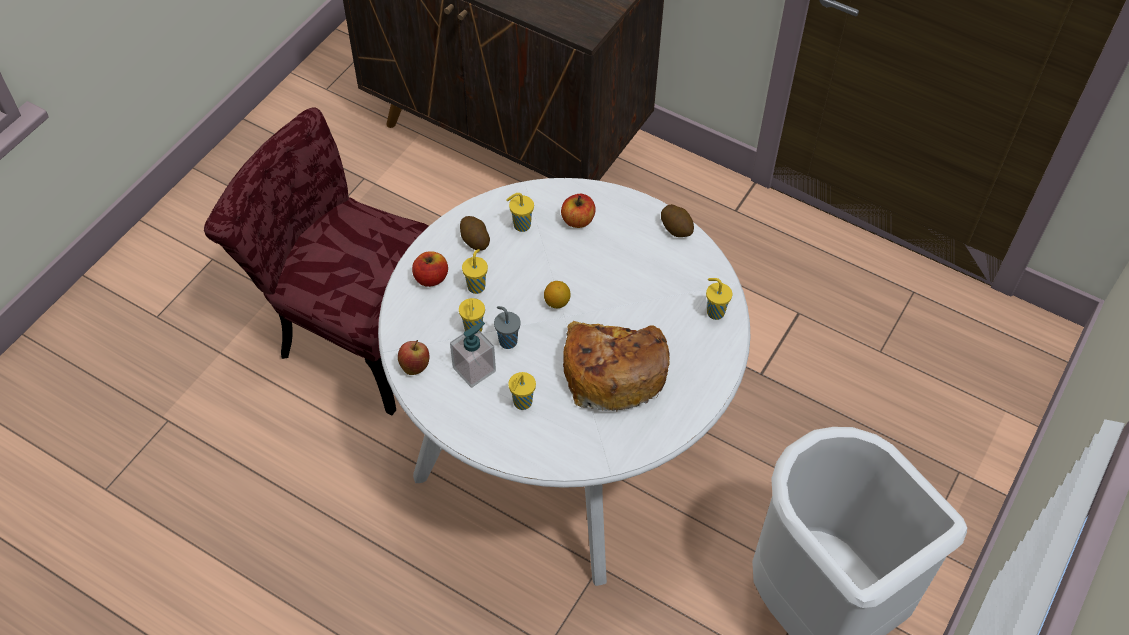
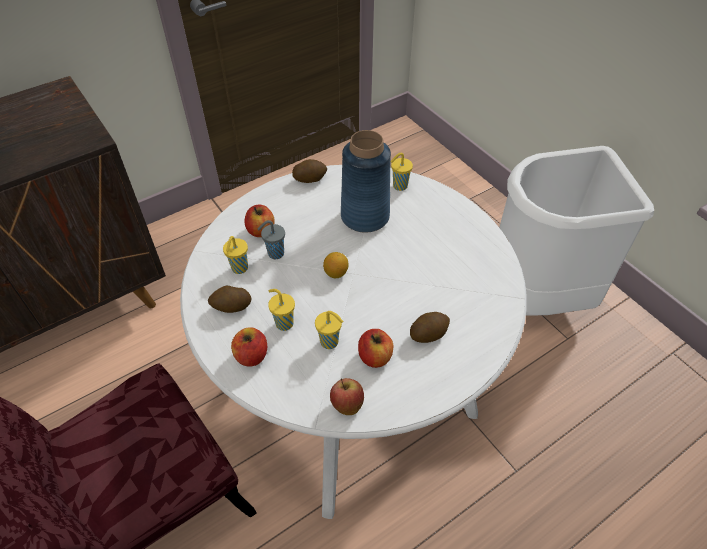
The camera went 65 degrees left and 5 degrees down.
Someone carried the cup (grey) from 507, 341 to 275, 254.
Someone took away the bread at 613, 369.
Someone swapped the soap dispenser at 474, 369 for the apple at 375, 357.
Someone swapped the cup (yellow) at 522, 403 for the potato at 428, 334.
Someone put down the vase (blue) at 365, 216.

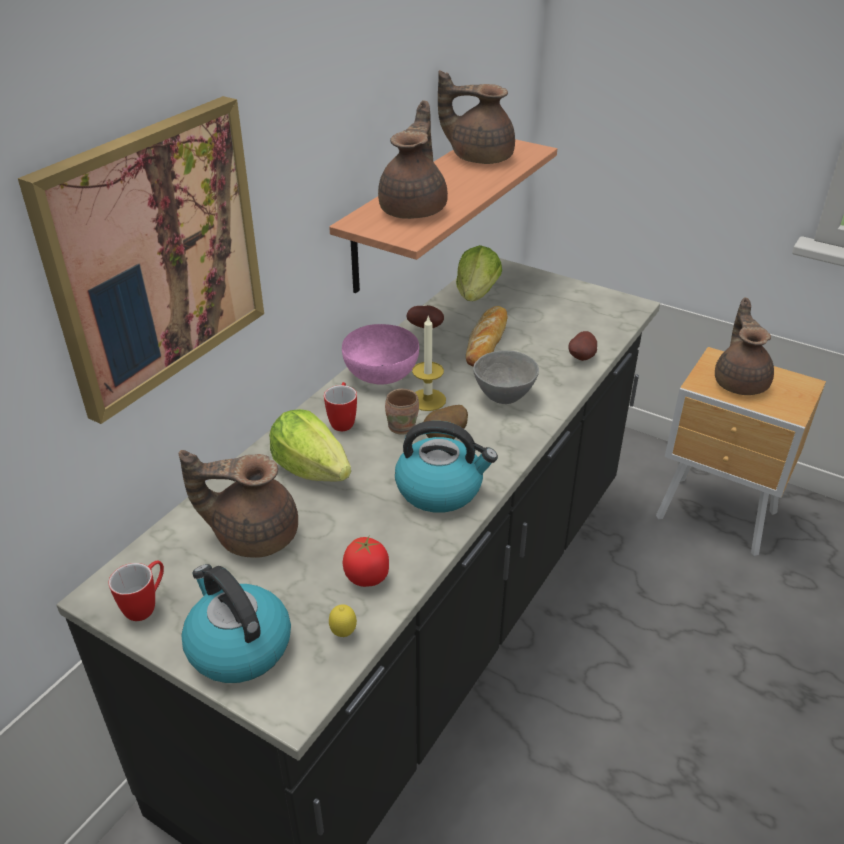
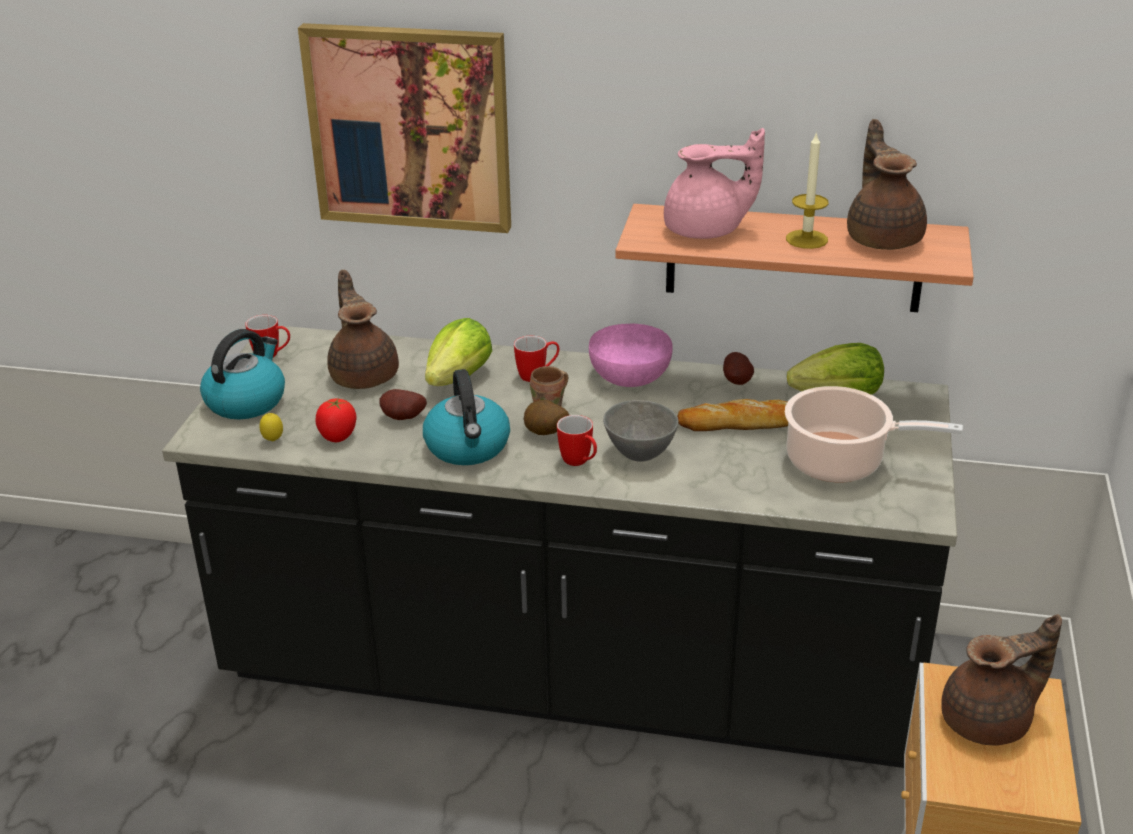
The camera went 70 degrees right and 5 degrees down.
Someone repainted the teapot (brown) at 415, 209, which became the teapot (pink) at 707, 231.
Someone carried the candle from 427, 400 to 806, 239.
Someone carried the potato from 582, 357 to 403, 418.
Someone put down the cooking pot at 841, 462.
Someone put down the mug at 580, 463.

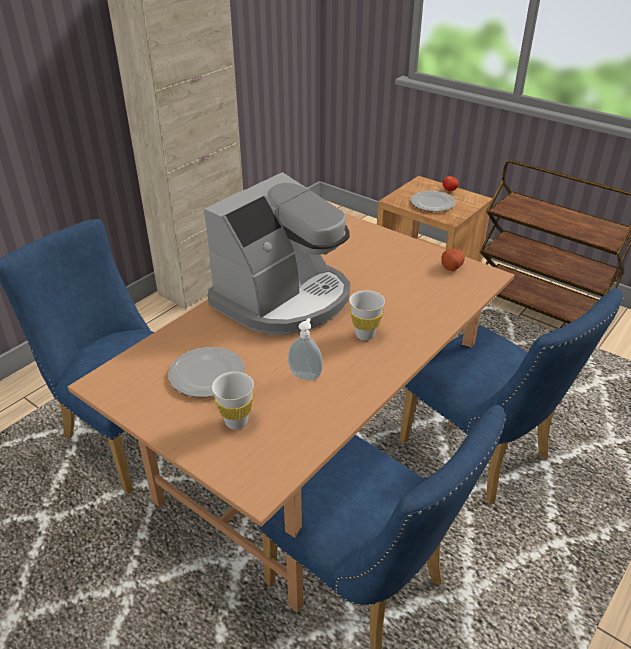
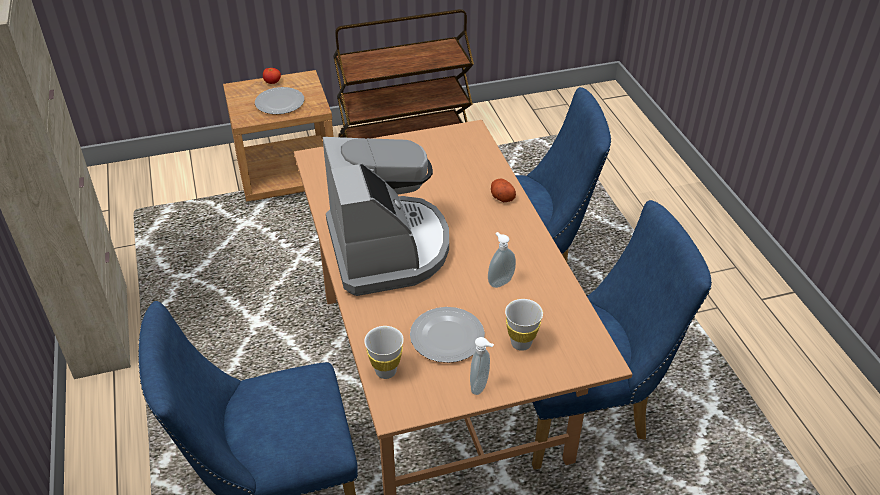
The camera went 55 degrees left and 5 degrees up.
Someone carried the potato from 451, 266 to 501, 197.
Someone carried the cup (white) from 365, 335 to 386, 371.
Someone put down the soap dispenser at 481, 386.

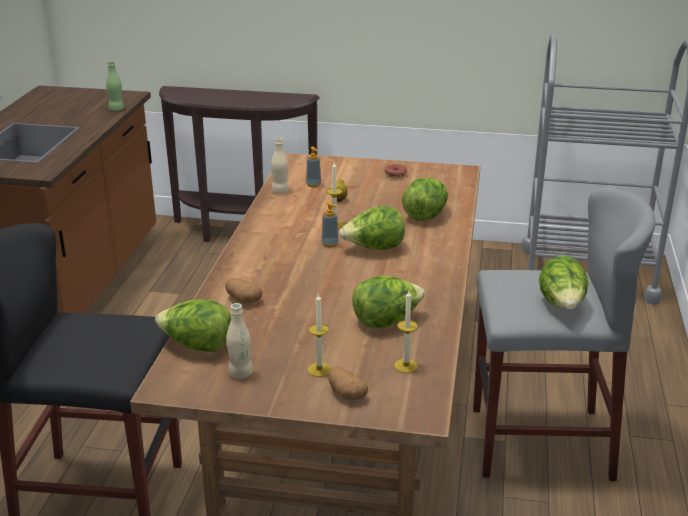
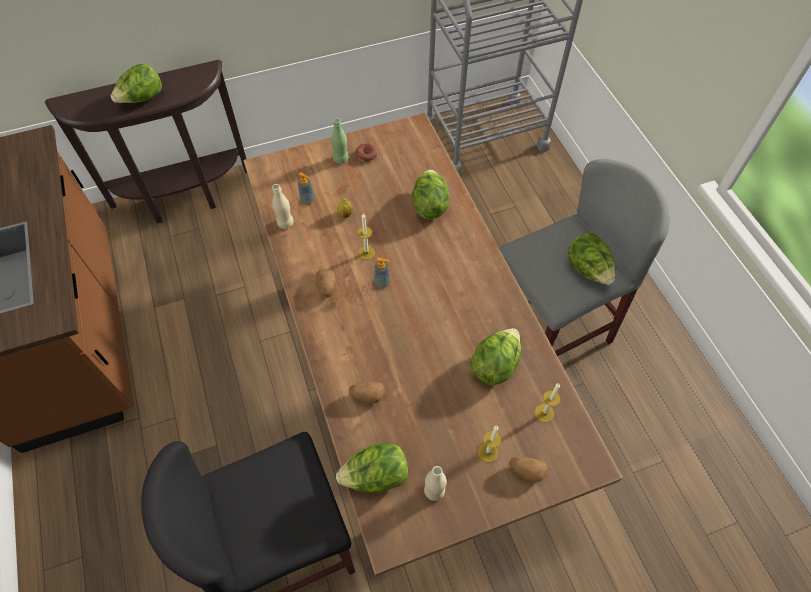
The camera went 30 degrees left and 30 degrees up.
Someone carried the bottle (green) from 116, 109 to 341, 159.
Someone carried the lettuce from 374, 249 to 142, 99.
Someone put down the potato at 326, 287.

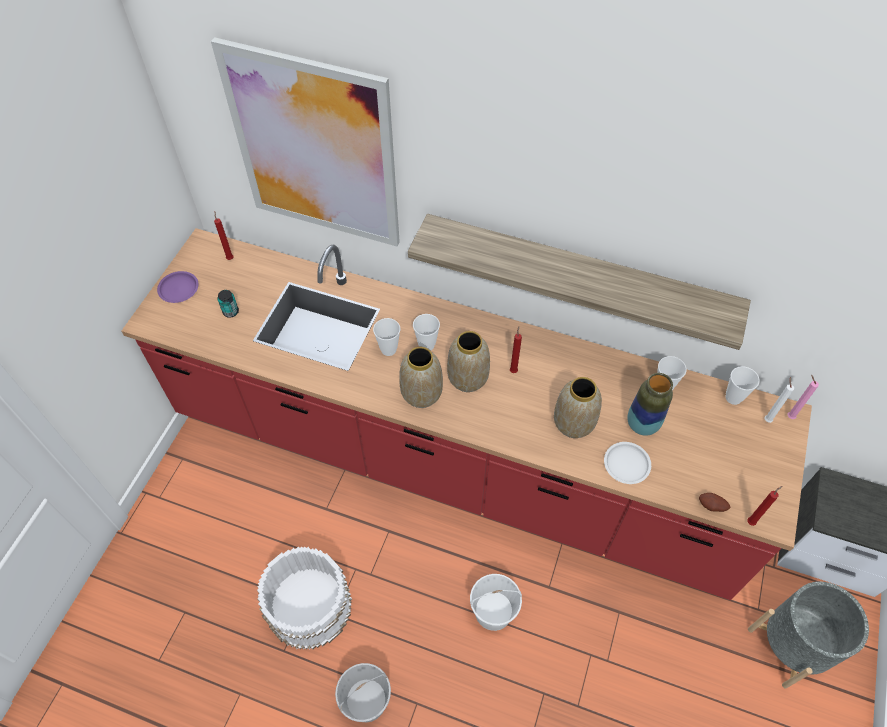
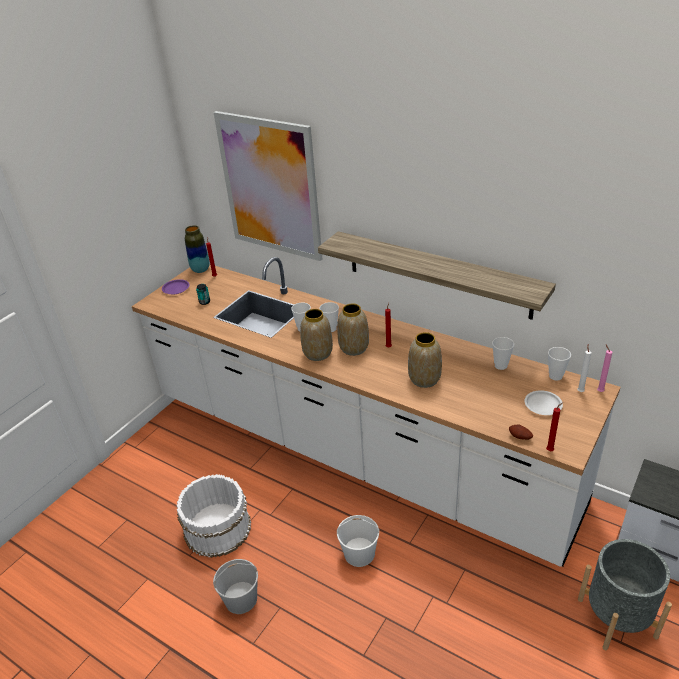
The camera went 15 degrees right and 20 degrees down.
Someone repainted the counter (red) at 443, 458, which became the counter (white) at 347, 447.
Someone carried the vase from 642, 424 to 200, 269.
Someone carried the plate (white) from 627, 464 to 543, 405.

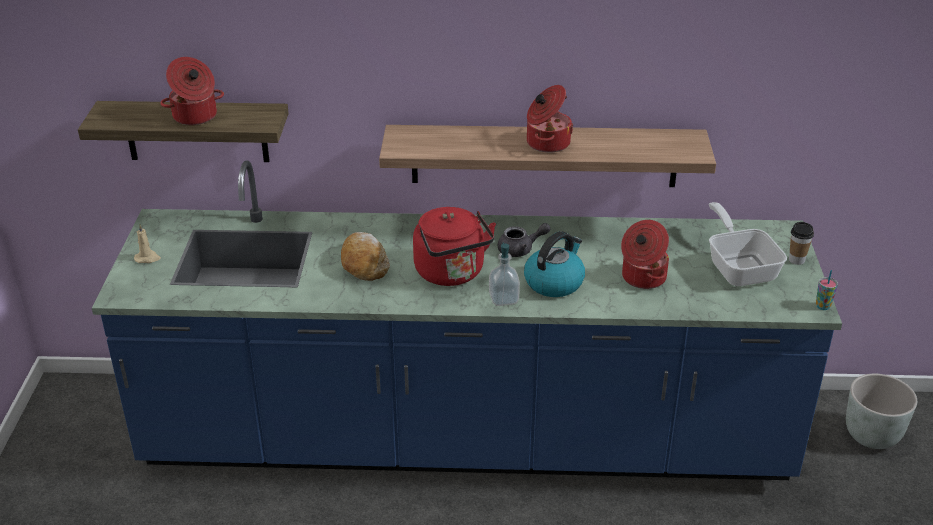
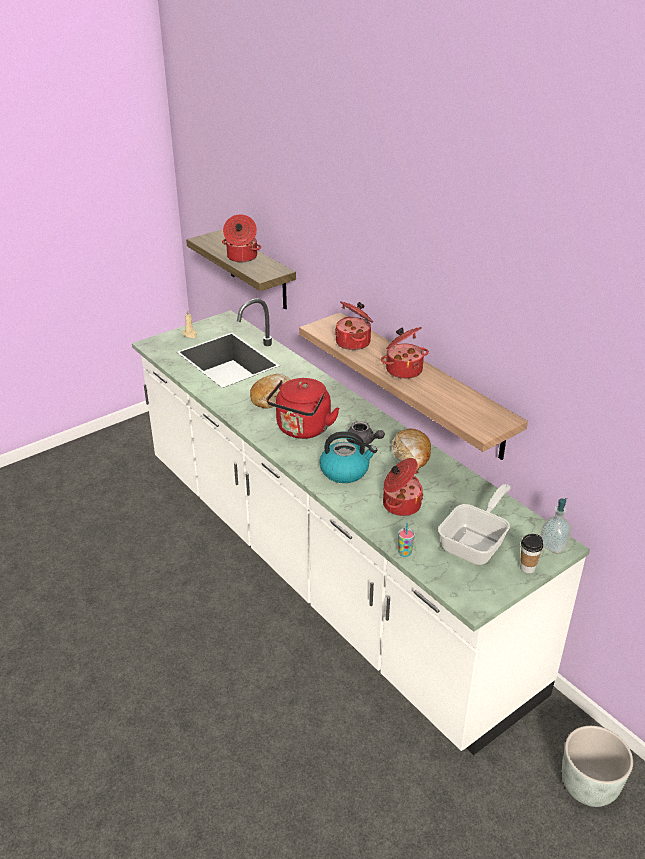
The camera went 50 degrees right and 0 degrees up.
Someone repainted the counter (blue) at 466, 439, which became the counter (white) at 322, 567.
Someone carried the soap dispenser from 503, 299 to 553, 545.
Someone carried the cup from 823, 306 to 404, 553.
Someone put down the cooking pot at 354, 342.
Someone put down the bread at 411, 455.

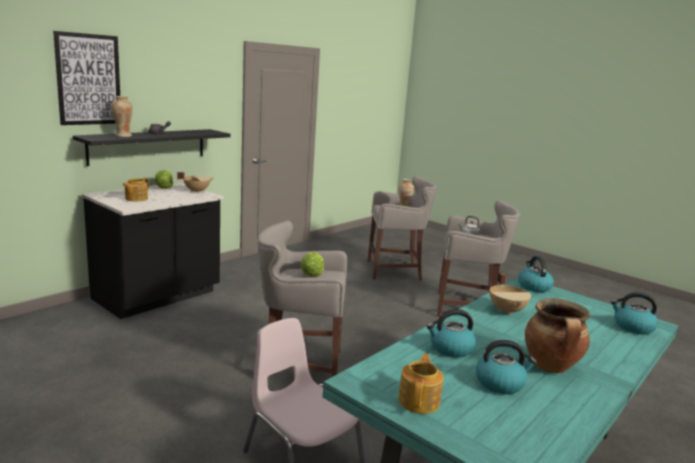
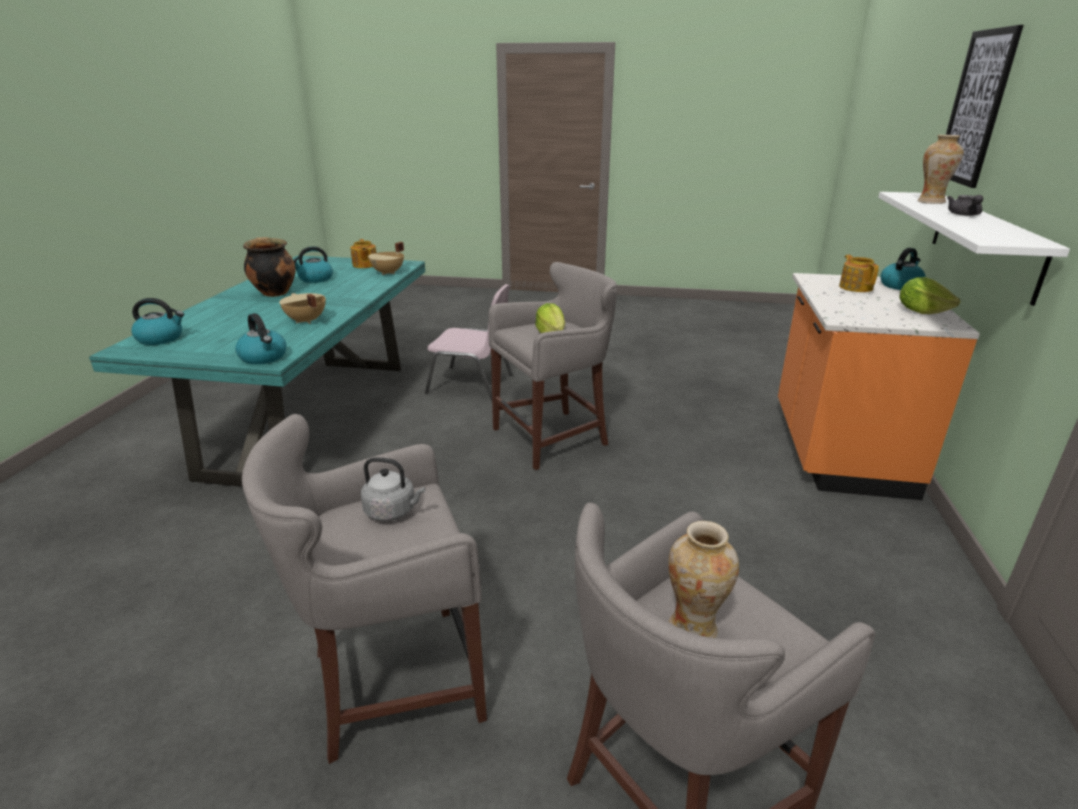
The camera went 150 degrees right and 10 degrees up.
Someone repainted the shelf (black) at 148, 146, which became the shelf (white) at 984, 243.
Someone carried the cooking pot (beige) from 196, 191 to 388, 273.
Someone repainted the counter (black) at 157, 297, which became the counter (orange) at 837, 451.
Someone carried the kettle from 450, 349 to 900, 285.

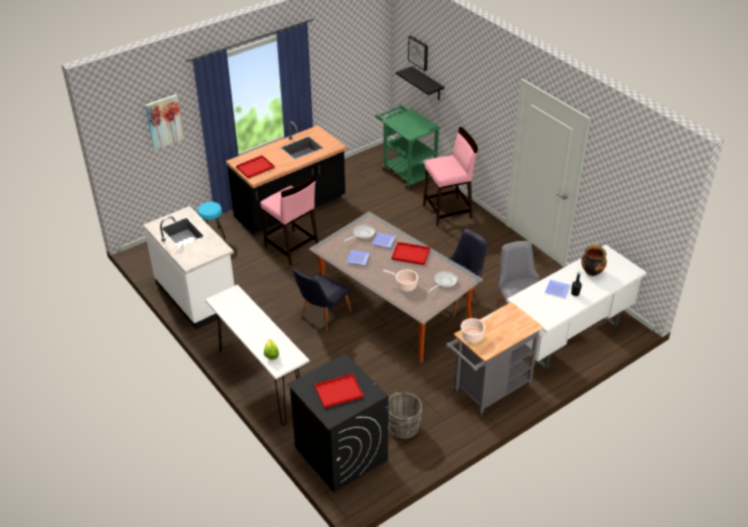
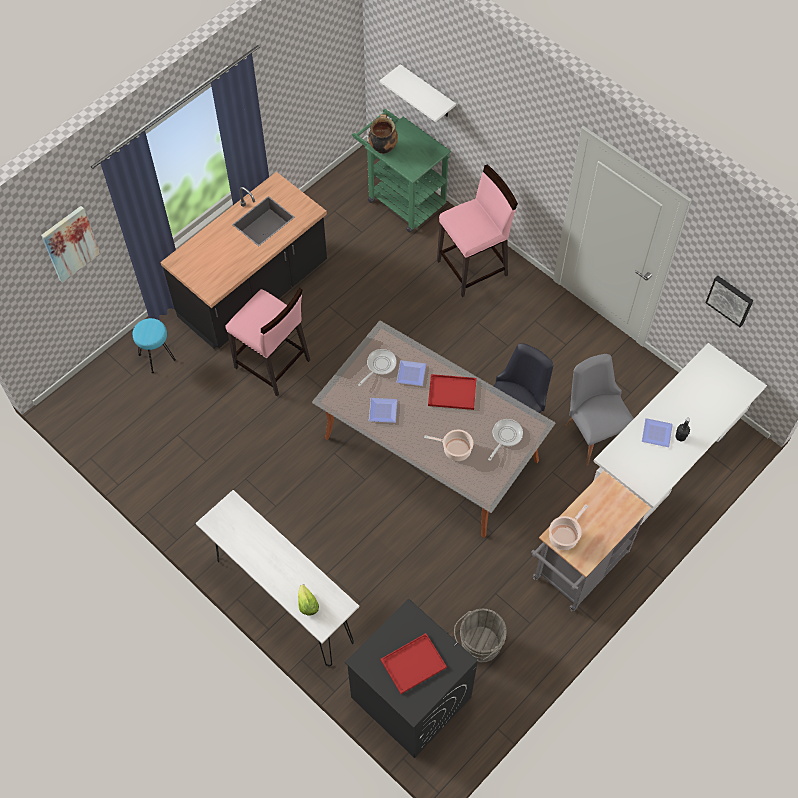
The camera went 10 degrees left and 20 degrees up.
Someone carried the picture from 419, 52 to 730, 300.
Someone repainted the shelf (black) at 427, 84, which became the shelf (white) at 427, 92.
Someone took away the tray (red) at 255, 167.
Someone took away the counter (white) at 197, 295.
Someone carried the cooking pot from 591, 271 to 383, 147.
Someone took away the chair (black) at 322, 316.

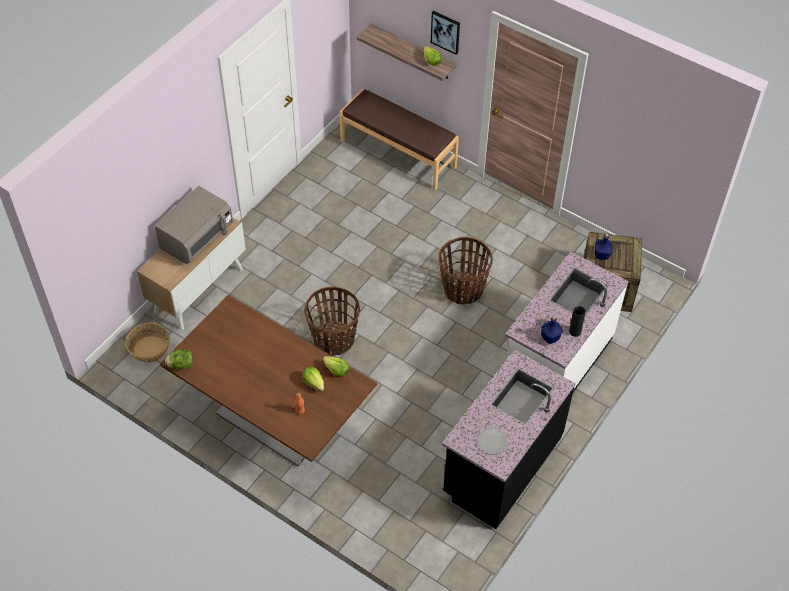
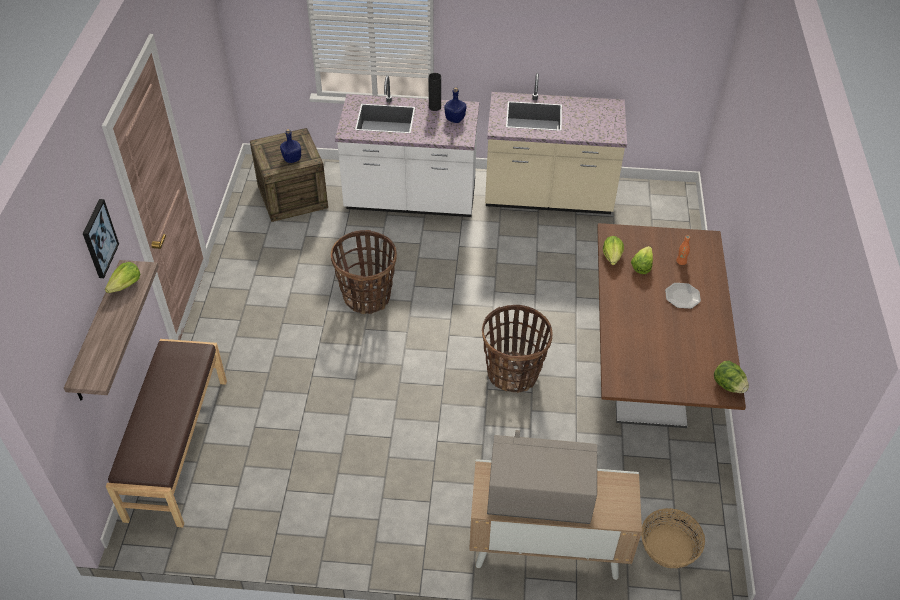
The camera went 120 degrees left and 5 degrees down.
Someone repainted the counter (black) at 501, 465, which became the counter (beige) at 548, 197.
Someone carried the plate from 492, 442 to 682, 296.

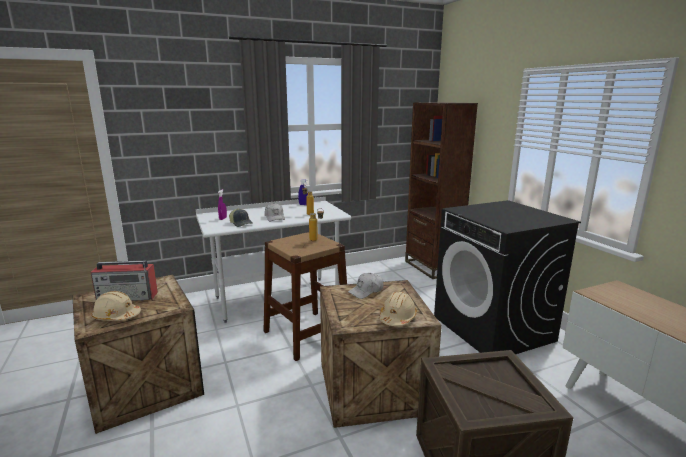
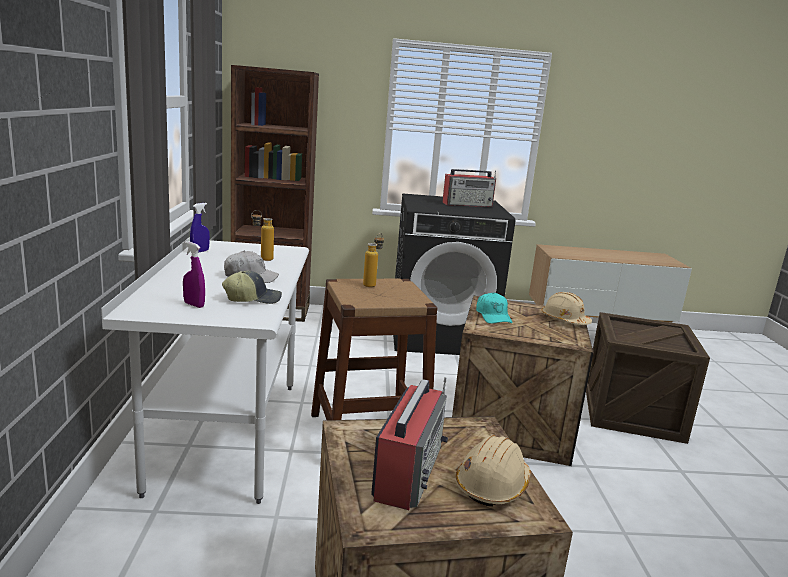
The camera went 70 degrees left and 0 degrees up.
Someone repainted the cap (white) at 366, 291, which became the cap (turquoise) at 493, 316.
Someone put down the radio at 468, 204.

